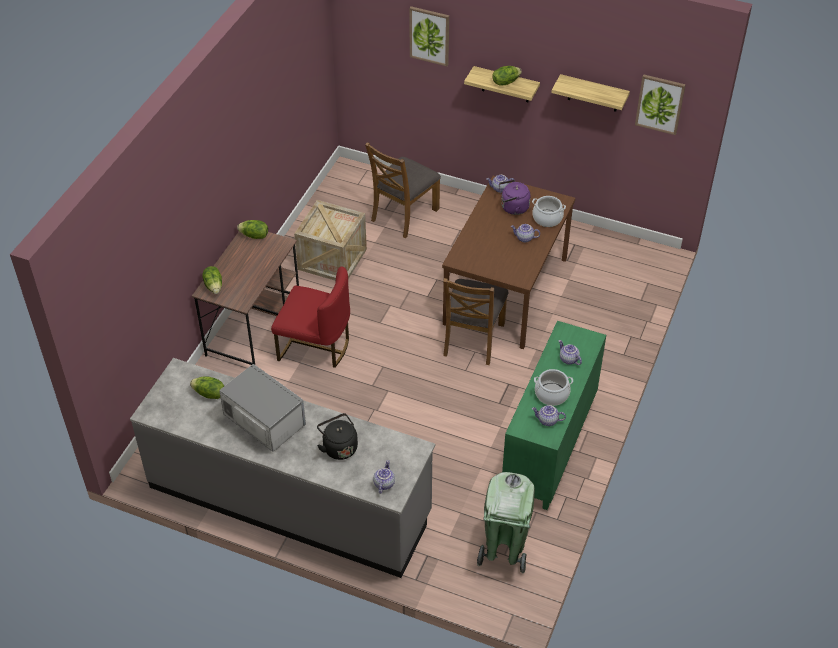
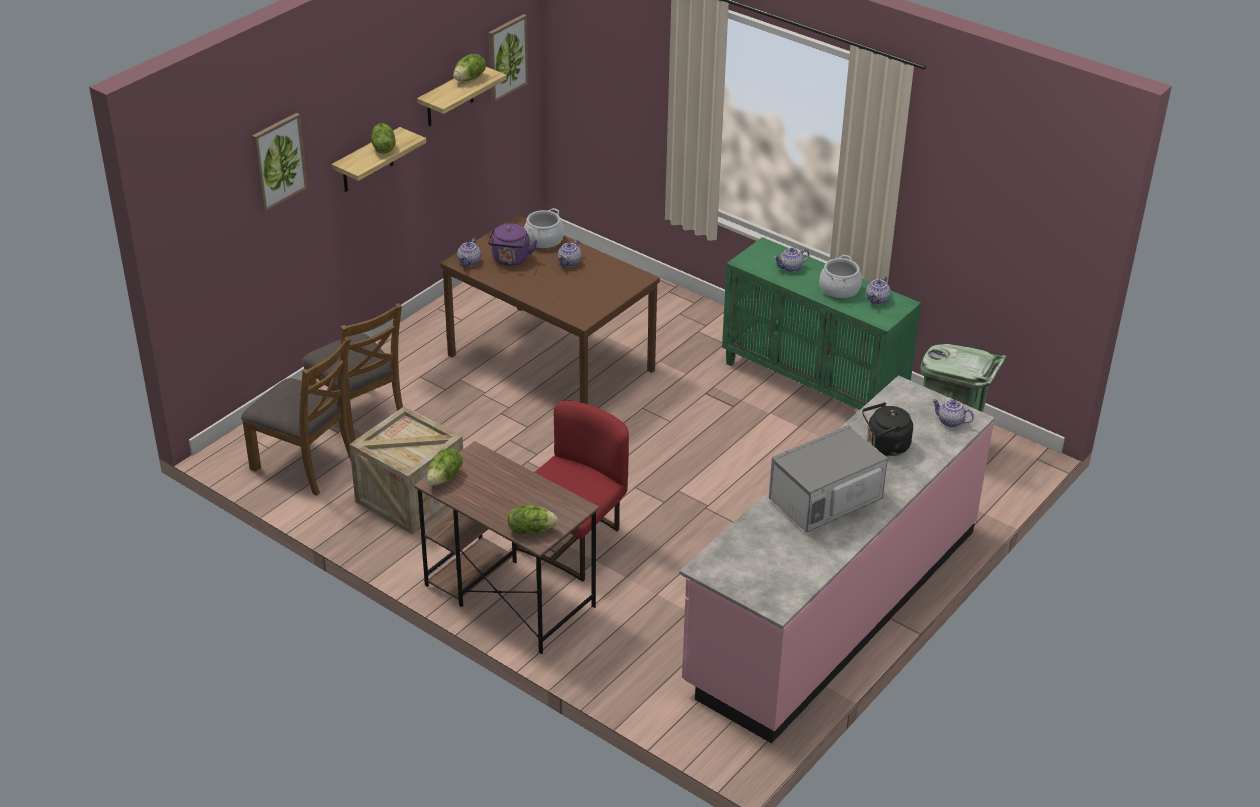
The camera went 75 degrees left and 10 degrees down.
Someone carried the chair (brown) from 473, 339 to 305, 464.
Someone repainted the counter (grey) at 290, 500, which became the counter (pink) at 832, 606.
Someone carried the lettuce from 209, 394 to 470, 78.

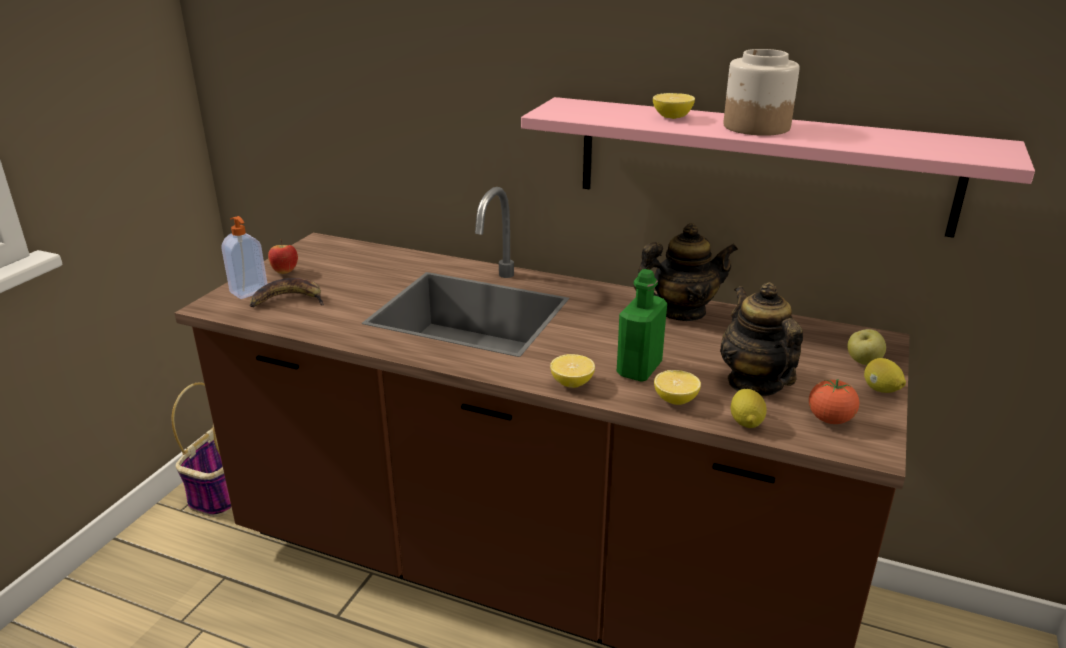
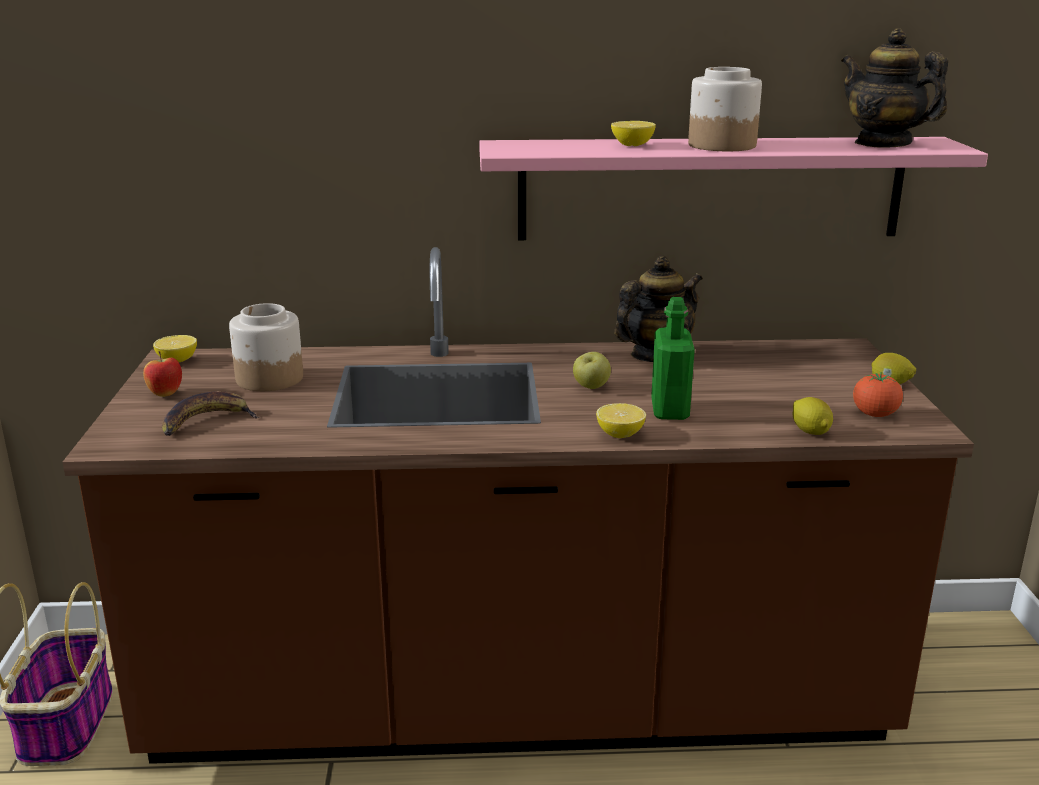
The camera went 25 degrees left and 5 degrees down.
Someone took away the soap dispenser at 249, 292.
Someone carried the teapot from 755, 383 to 883, 143.
Someone carried the apple from 863, 362 to 591, 387.
Someone carried the lemon from 675, 400 to 177, 360.
Someone put down the jar at 269, 378.

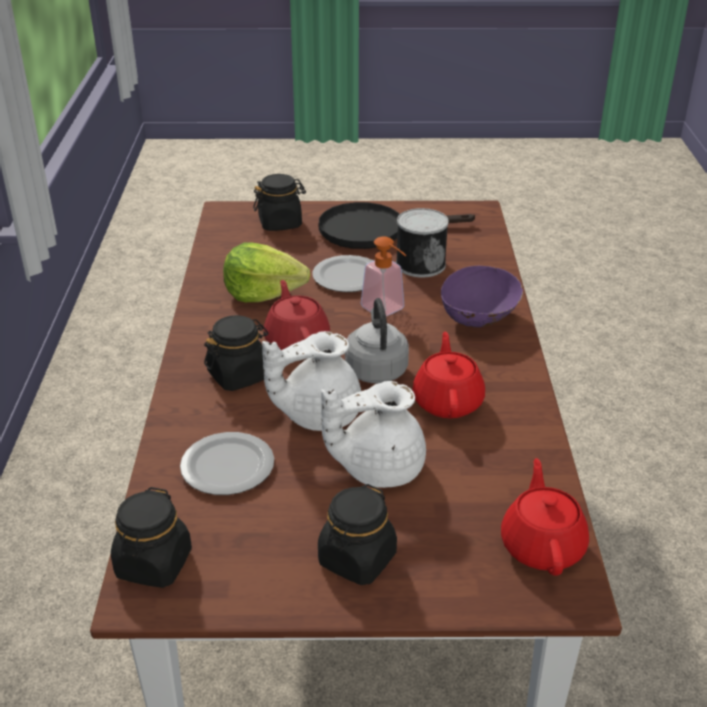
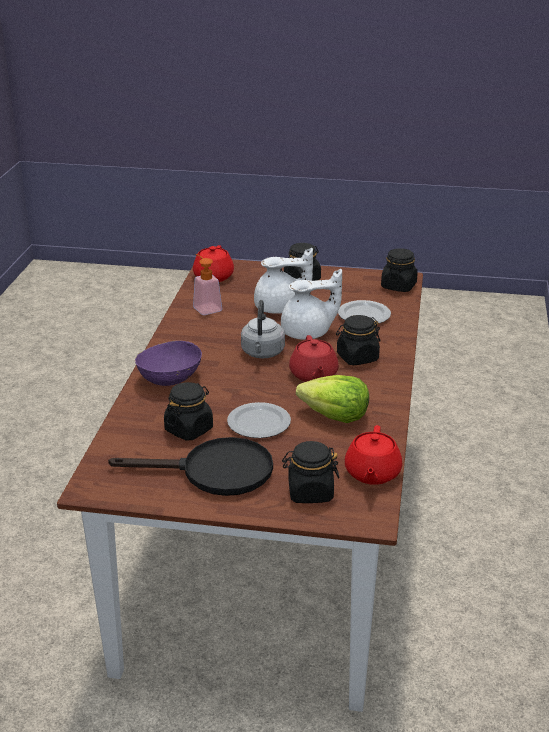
The camera went 170 degrees left and 5 degrees down.
Someone swapped the can at 420, 264 for the jar (black) at 189, 429.
Someone carried the soap dispenser from 387, 311 to 205, 307.
Someone carried the teapot (red) from 448, 401 to 372, 473.

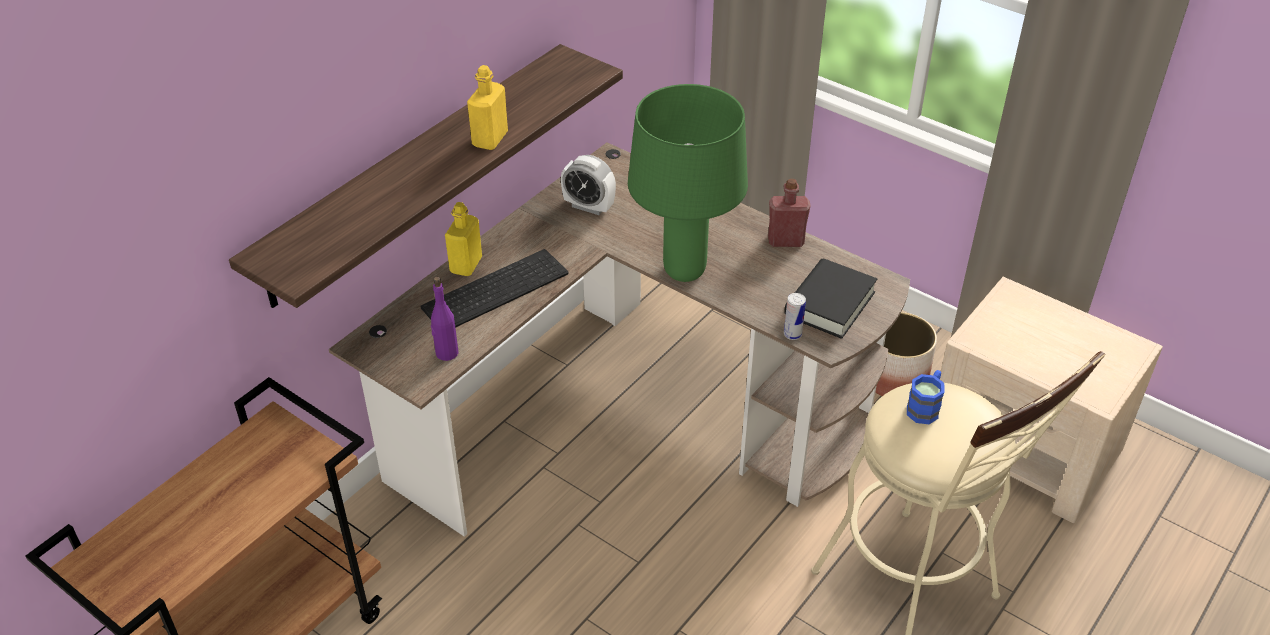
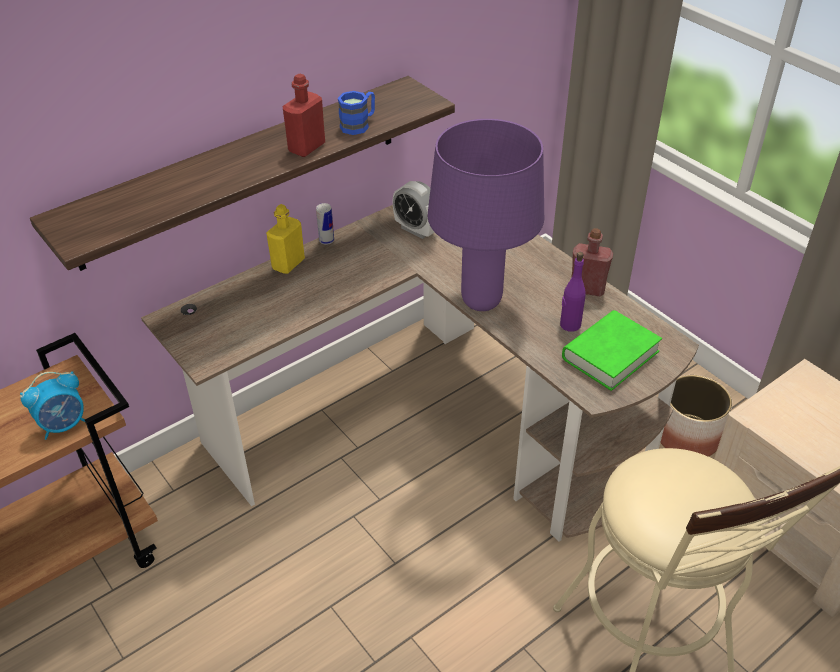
The camera went 15 degrees right and 0 degrees up.
Someone repainted the bottle (yellow) at 490, 139, which became the bottle (red) at 306, 147.
Someone repainted the table lamp (green) at 684, 271, which became the table lamp (purple) at 481, 300.
Someone took away the keyboard at 495, 288.
Someone repainted the book (black) at 829, 304, which became the book (green) at 610, 355.
Someone carried the bottle (purple) from 446, 353 to 570, 325.
Someone carried the can from 792, 334 to 326, 240.
Someone carried the mug (blue) from 925, 407 to 359, 125.
Someone put down the alarm clock at 64, 425.

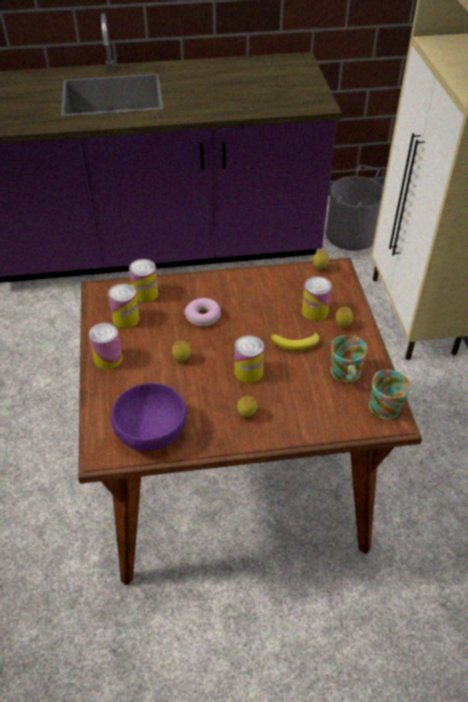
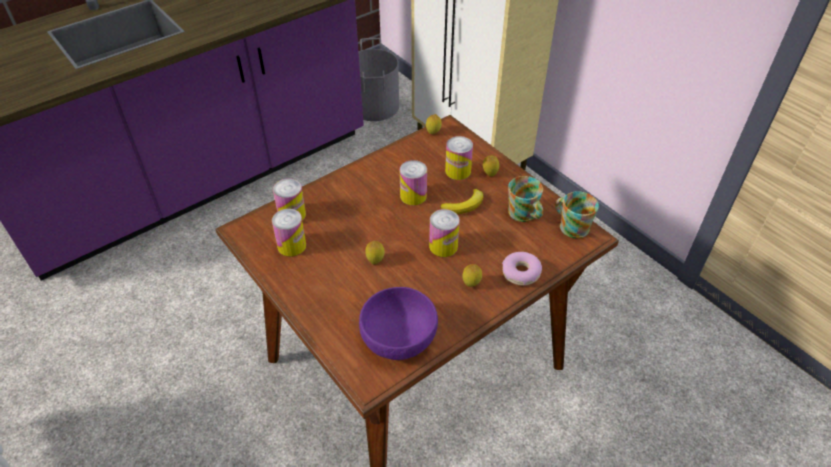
The camera went 30 degrees left and 0 degrees up.
Someone carried the donut from 203, 317 to 521, 273.
Someone carried the can from 108, 359 to 413, 196.

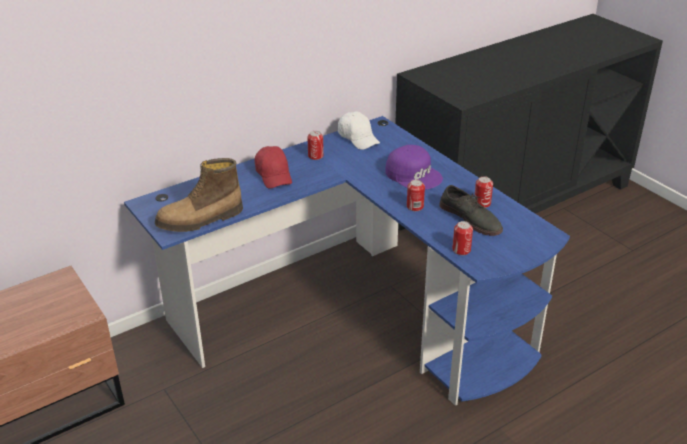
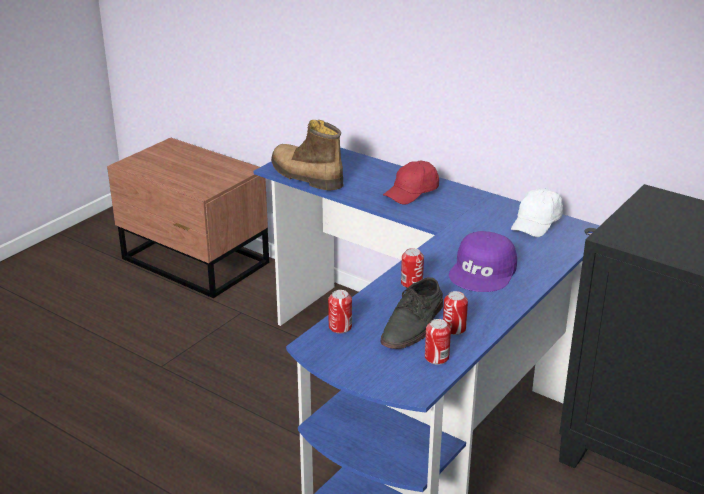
The camera went 70 degrees right and 5 degrees down.
Someone carried the can from 315, 156 to 436, 357.

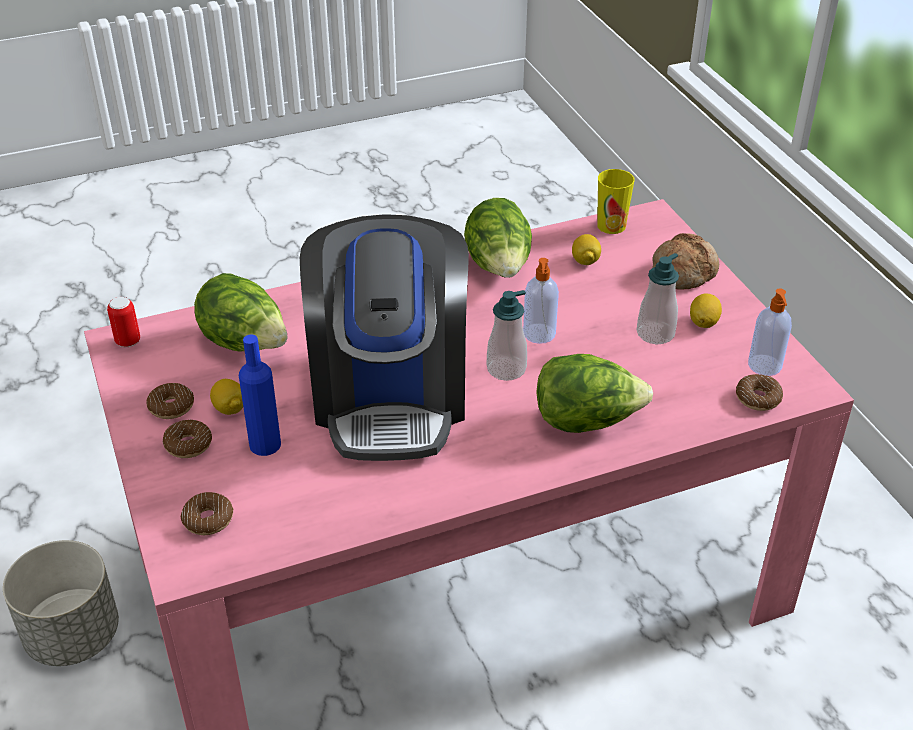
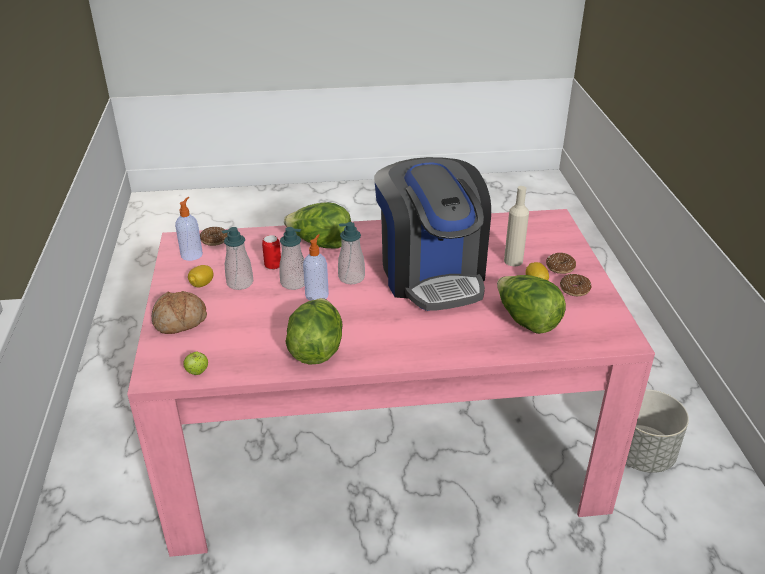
The camera went 165 degrees left and 5 degrees down.
Someone swapped the cup at 611, 226 for the apple at 197, 372.
Someone rotated the coffee machine at 390, 395 by 150 degrees clockwise.
Someone took away the lemon at 585, 261.
Someone carried the can from 128, 341 to 273, 266.
Someone repainted the bottle (blue) at 265, 444, which became the bottle (beige) at 513, 261.
Someone took away the donut at 208, 519.
Someone put down the soap dispenser at 294, 283.

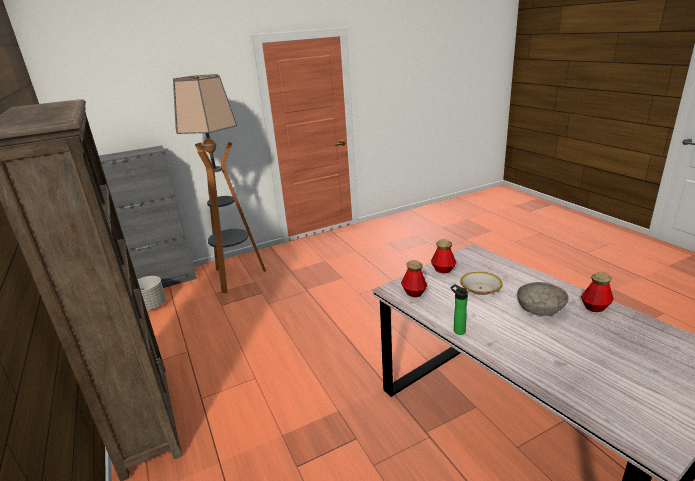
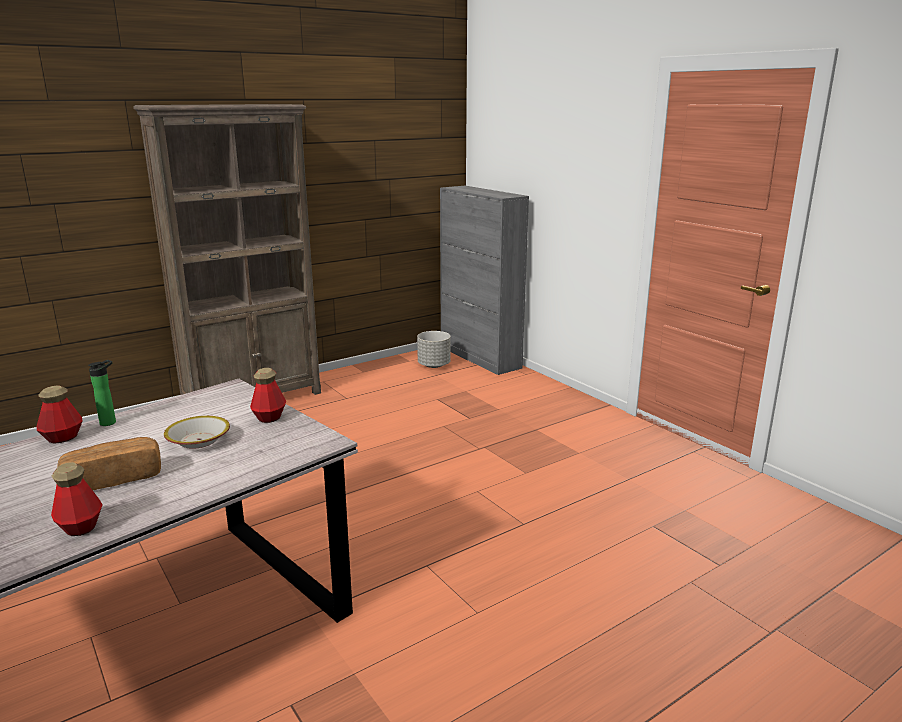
The camera went 80 degrees right and 5 degrees down.
Someone took away the floor lamp at 236, 276.
Someone carried the bottle from 414, 293 to 62, 437.
Someone swapped the bowl (grey) at 540, 309 for the bread at 113, 479.

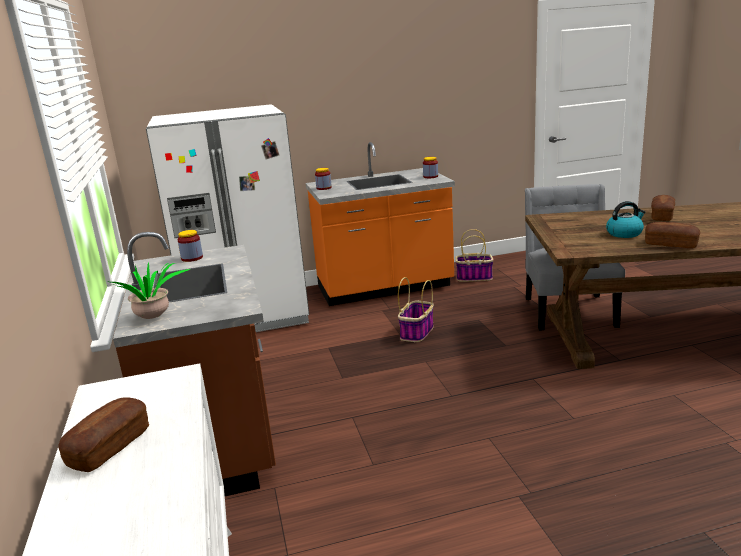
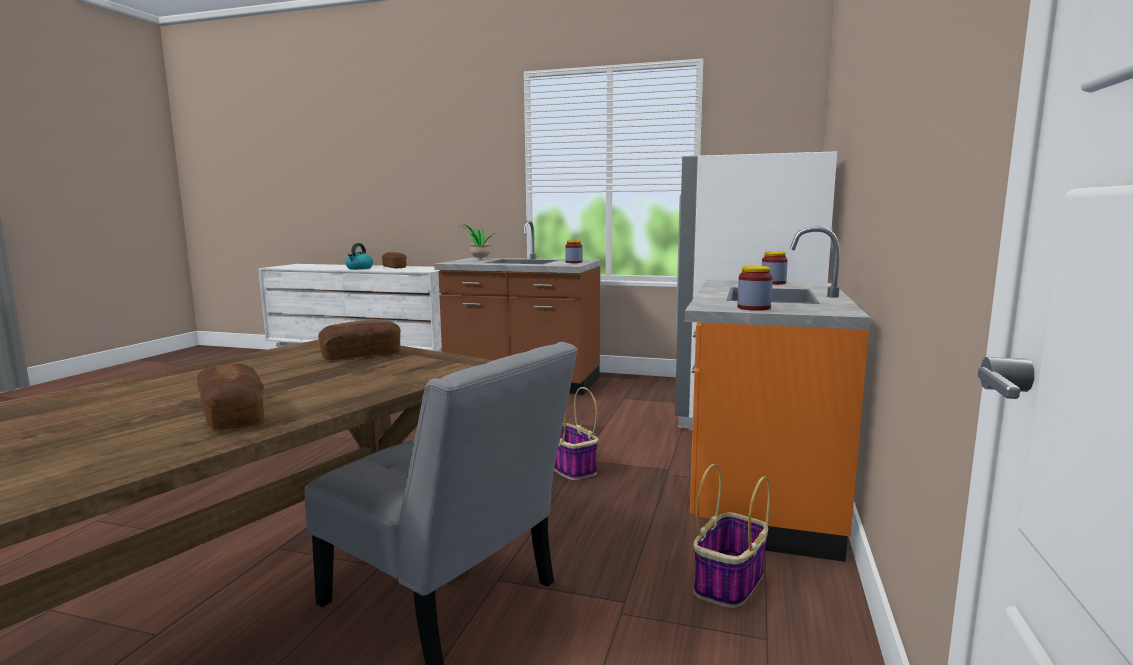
The camera went 120 degrees right and 10 degrees down.
Someone carried the kettle from 624, 233 to 359, 268.
Someone carried the bread from 670, 244 to 361, 355.

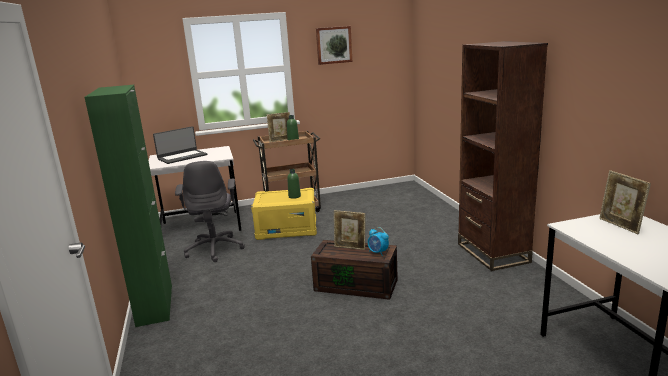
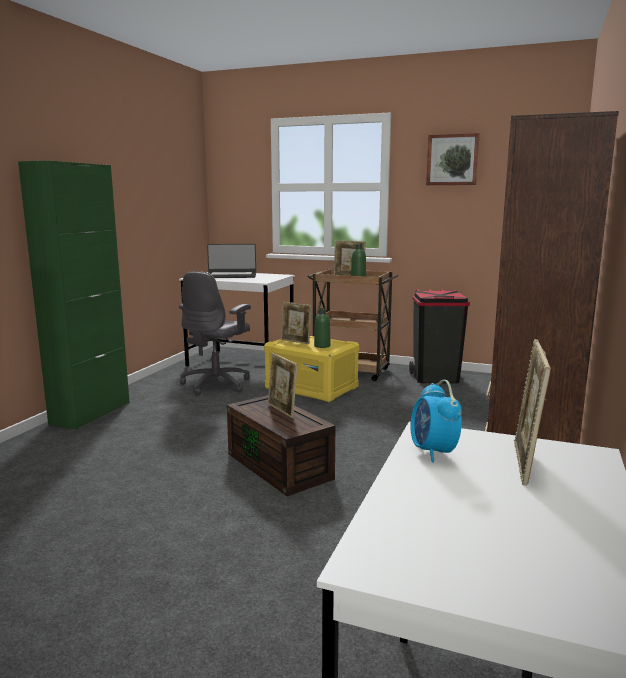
The camera went 35 degrees right and 5 degrees down.
Someone carried the alarm clock from 378, 252 to 433, 452.
Someone put down the trash can (black) at 435, 378.
Someone put down the picture frame at 296, 342.

